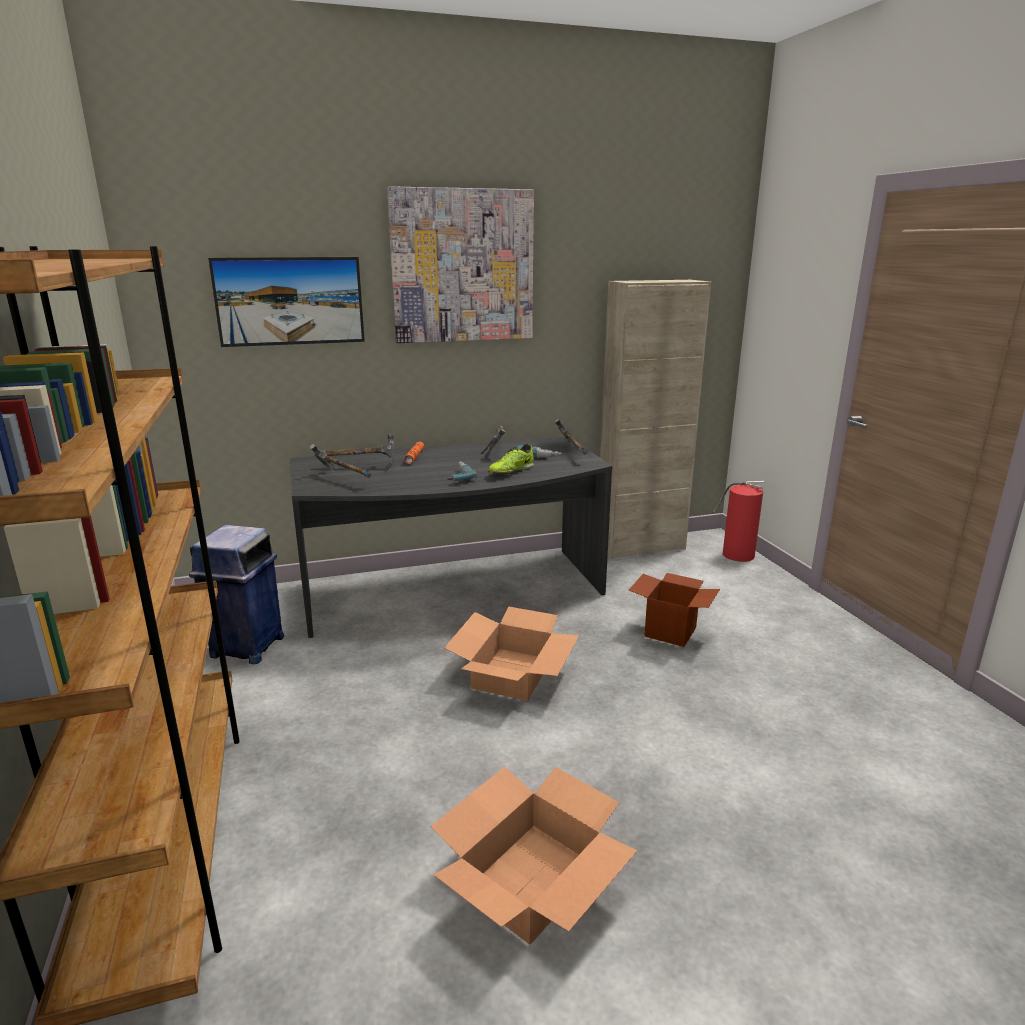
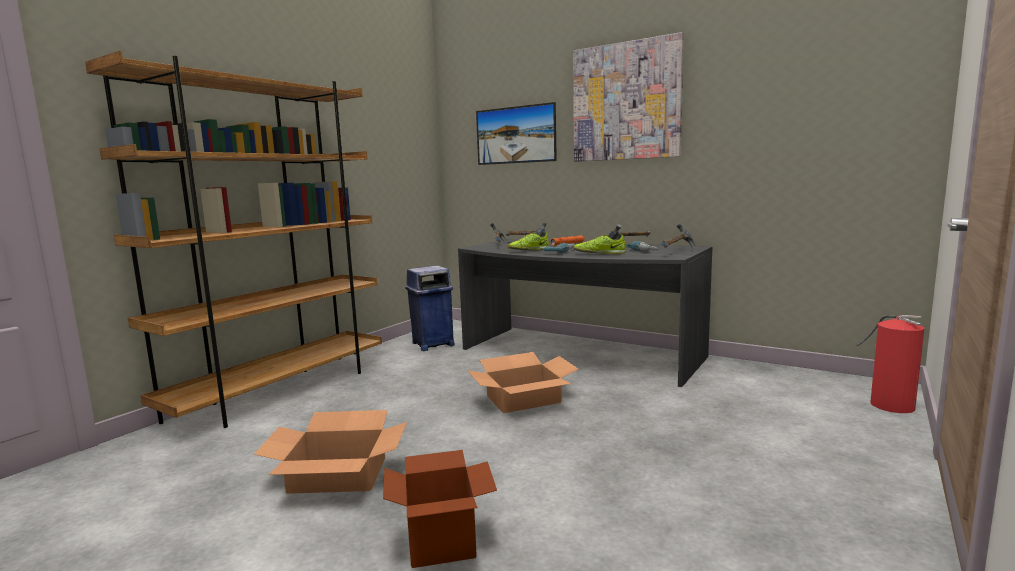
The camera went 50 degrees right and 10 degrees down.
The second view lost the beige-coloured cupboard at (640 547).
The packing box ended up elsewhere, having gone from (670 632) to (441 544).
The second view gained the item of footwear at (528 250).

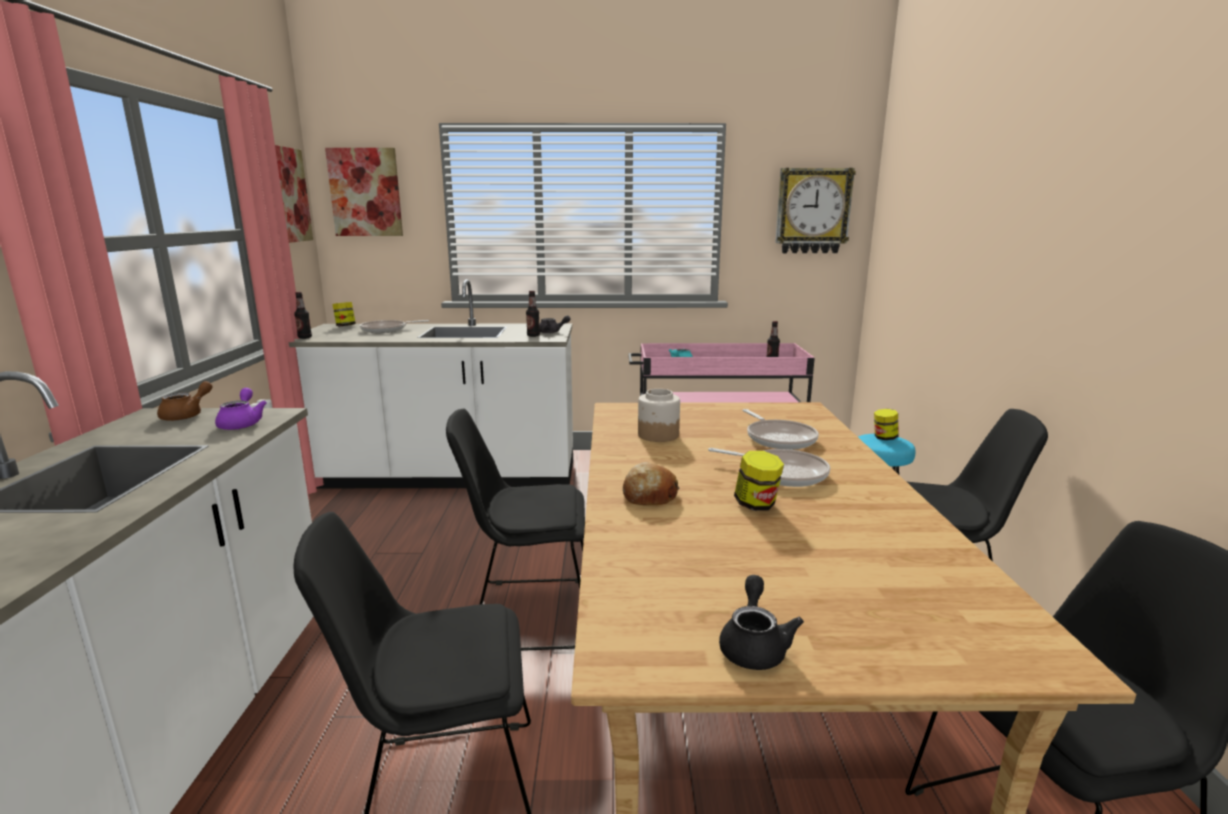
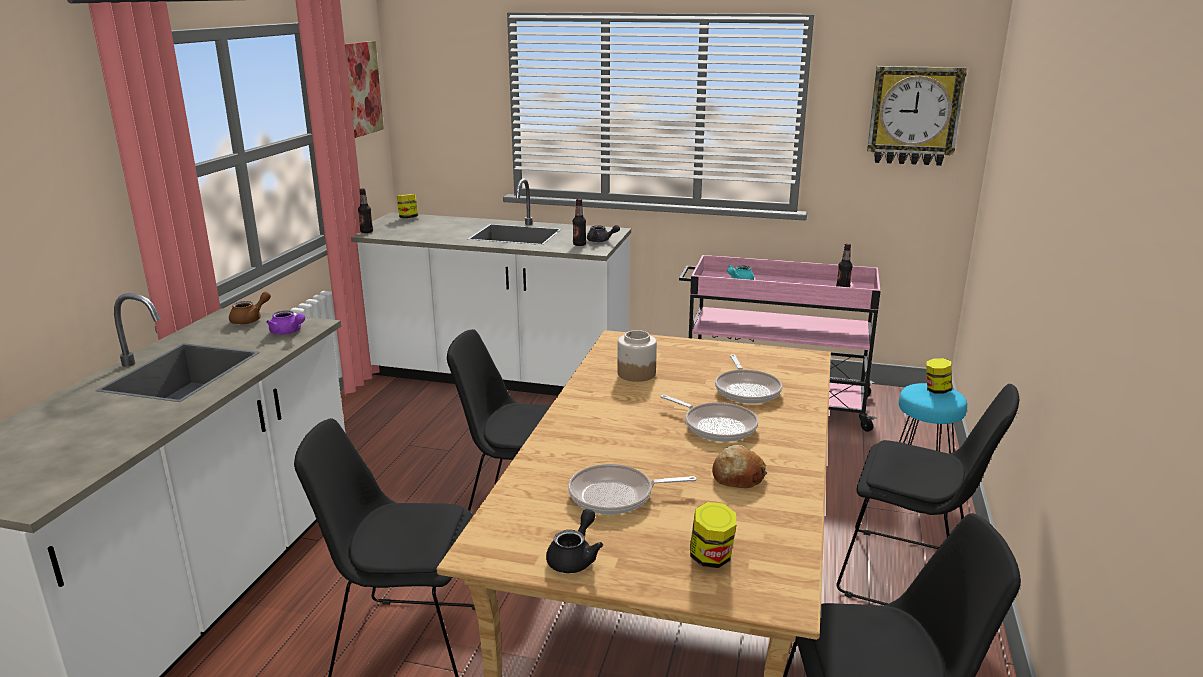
The camera went 15 degrees right and 5 degrees up.
The purple tea pot at (242 423) ended up facing another way, 120 degrees clockwise from before.
The second view lost the picture at (365 192).
The pan ended up elsewhere, having gone from (386 330) to (616 496).
The bread ended up elsewhere, having gone from (649 495) to (737 476).
The jar ended up elsewhere, having gone from (756 505) to (711 558).

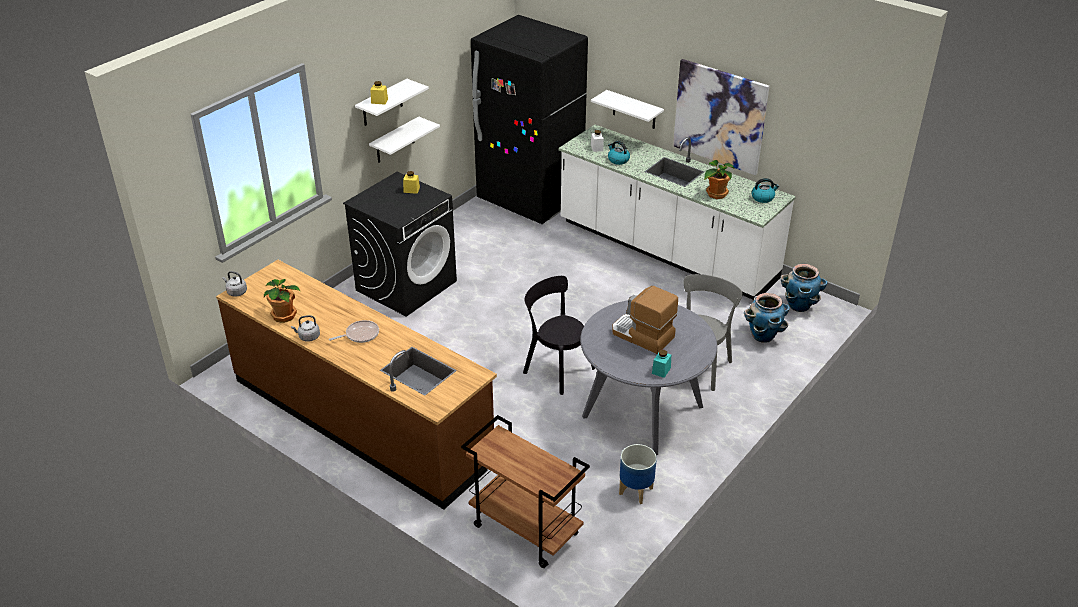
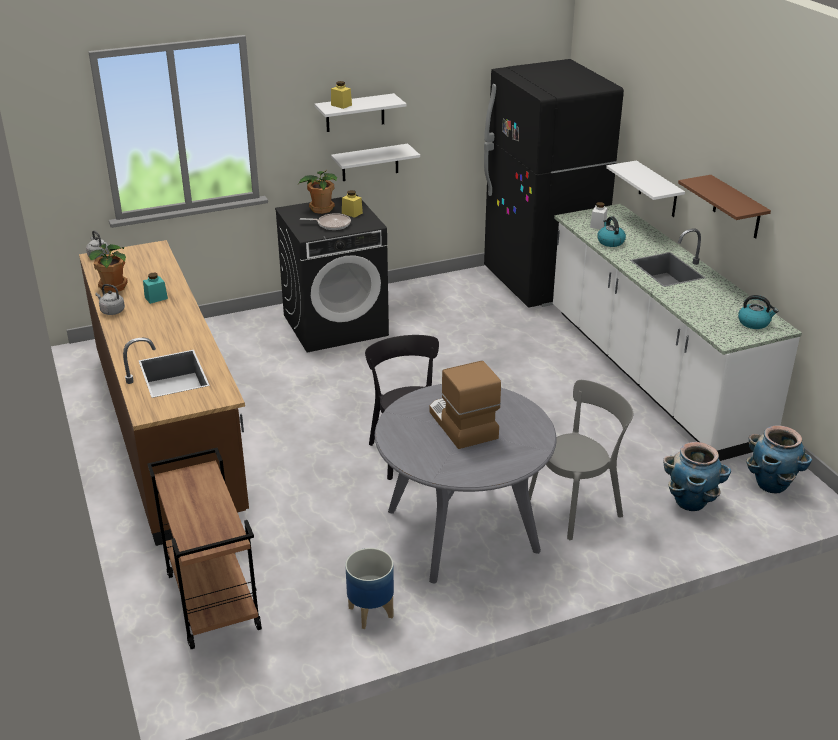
The camera went 30 degrees right and 5 degrees down.
The pan ended up elsewhere, having gone from (360 334) to (332 224).
The turquoise jar ended up elsewhere, having gone from (661 370) to (156 298).
Where the picture hung at (720 116), the brown wall shelf came to hang at (737 208).
The plant in a pot ended up elsewhere, having gone from (716 194) to (321 209).

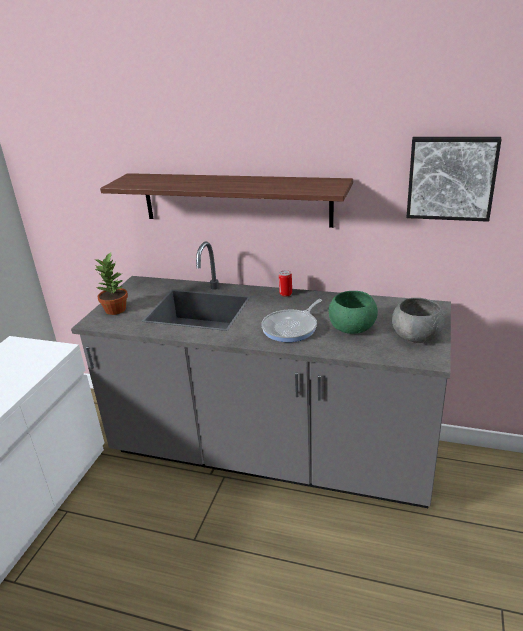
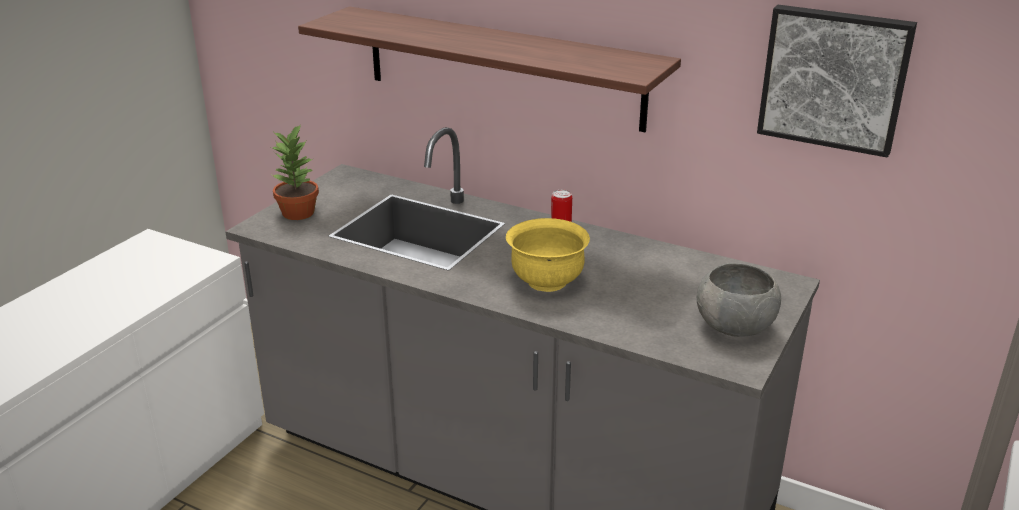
The camera went 10 degrees right and 0 degrees up.
Where the pan stood at (292 328), the yellow-coloured bowl came to stand at (547 281).
The second view lost the greenish bowl at (351 328).

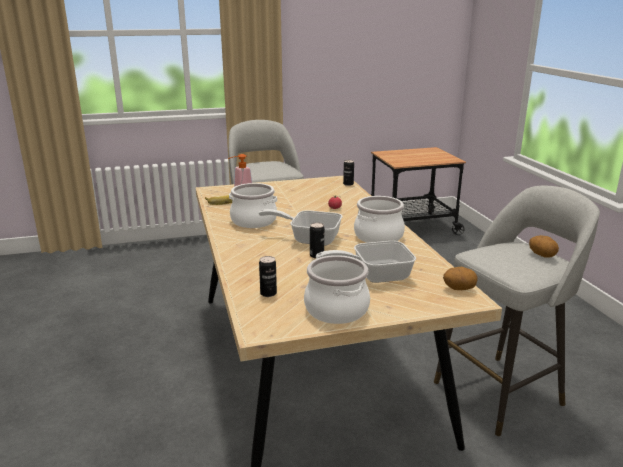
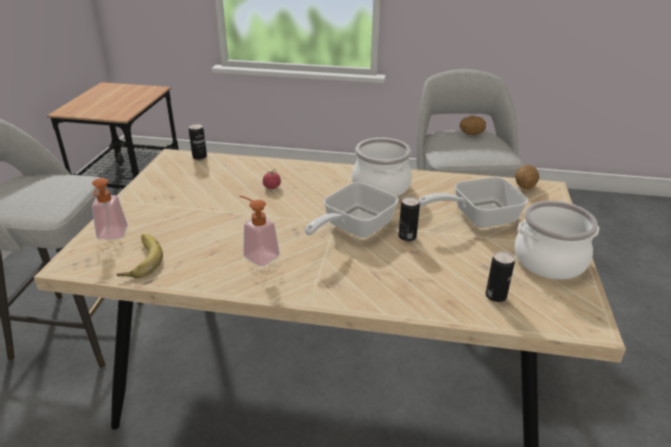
The camera went 65 degrees left and 10 degrees up.
Where the saucepot stood at (253 221), the soap dispenser came to stand at (257 254).
The pan at (374 275) ended up facing another way, 60 degrees clockwise from before.

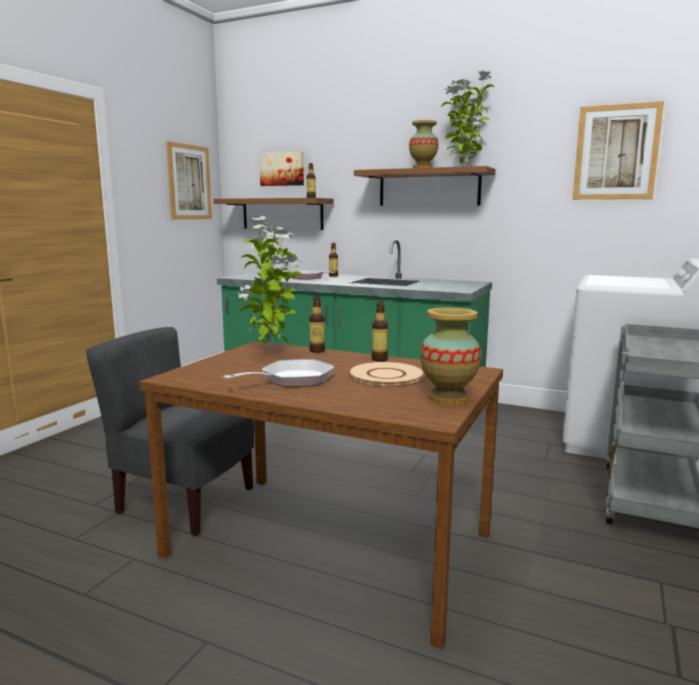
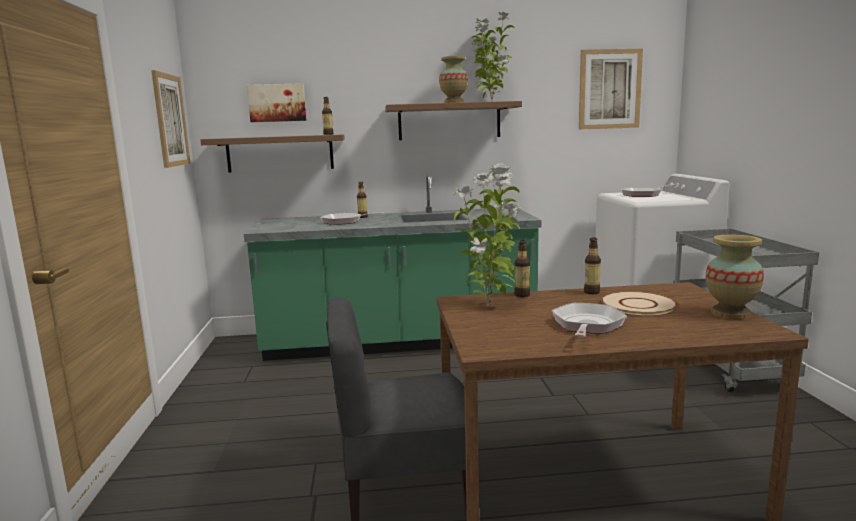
The camera went 30 degrees left and 0 degrees up.
The second view gained the pan at (644 195).

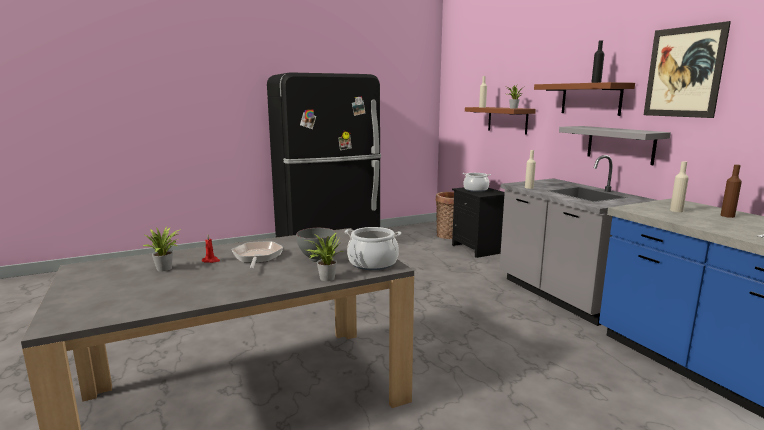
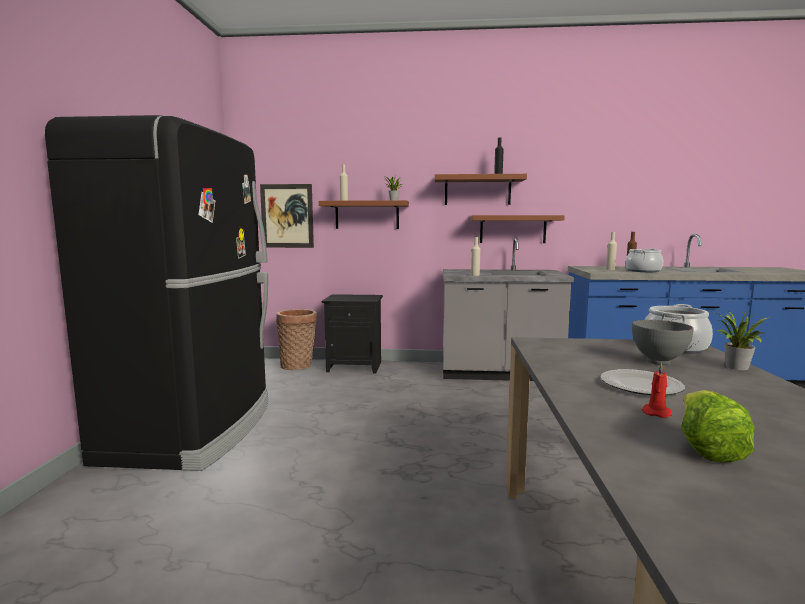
The camera went 60 degrees left and 5 degrees down.
Where the plant in a pot stood at (166 268), the lettuce came to stand at (706 448).
Where the pan stood at (257 257), the plate came to stand at (641 386).
The saucepot ended up elsewhere, having gone from (475 189) to (643 271).
What was the gray wall shelf at (620 144) turned into the brown wall shelf at (512 229).
The picture ended up elsewhere, having gone from (683 72) to (287 216).

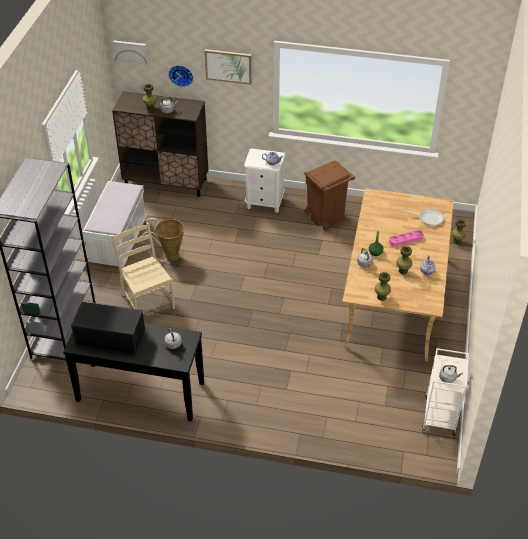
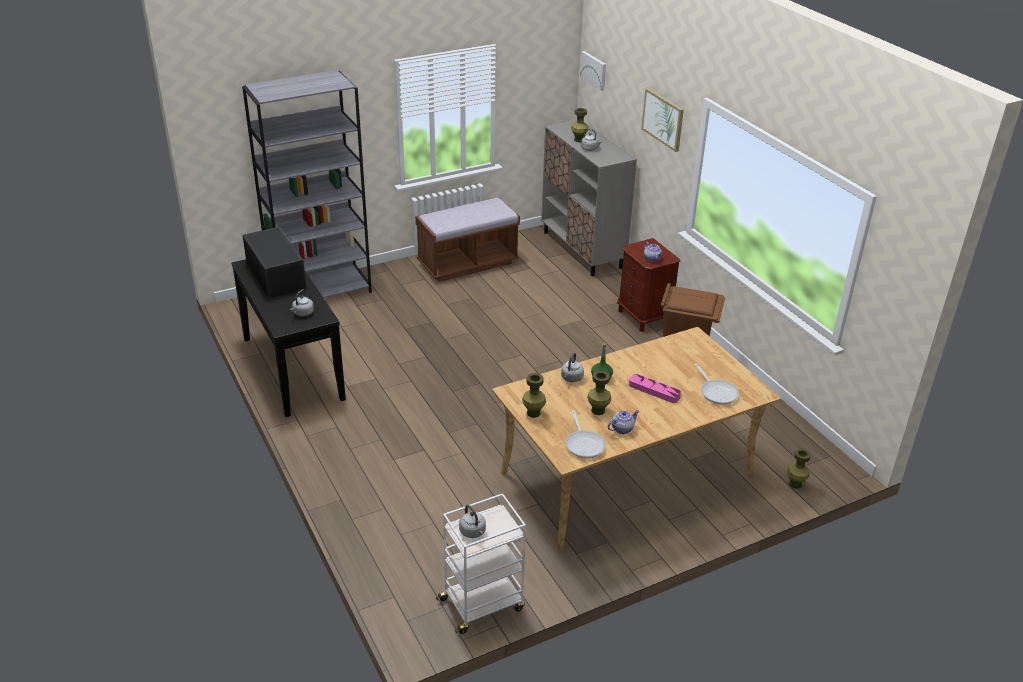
The camera went 50 degrees right and 10 degrees down.
What was the whitish indoor bench at (118 241) turned into the brown indoor bench at (467 264).
What was the brown cupboard at (166 182) turned into the gray cupboard at (582 250).
The second view lost the beige-coloured upright chair at (147 301).
The second view lost the household basket at (168 256).
The second view lost the wall clock at (181 75).
What was the whitish nightstand at (264 202) turned into the brown nightstand at (643 317).
The second view gained the pan at (584 444).

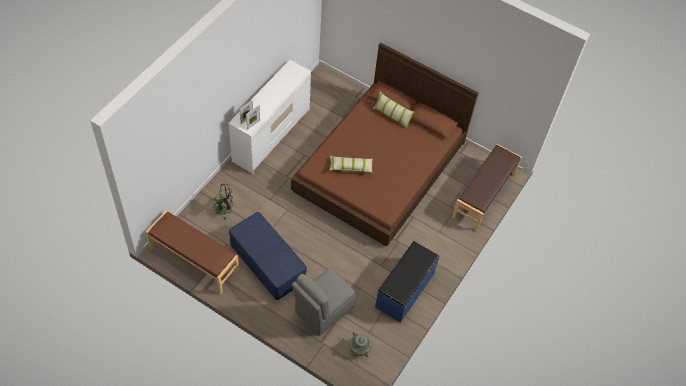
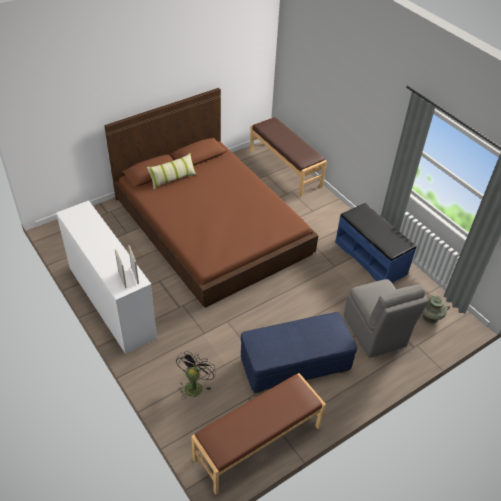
The camera went 65 degrees left and 10 degrees down.
The second view lost the throw pillow at (351 167).

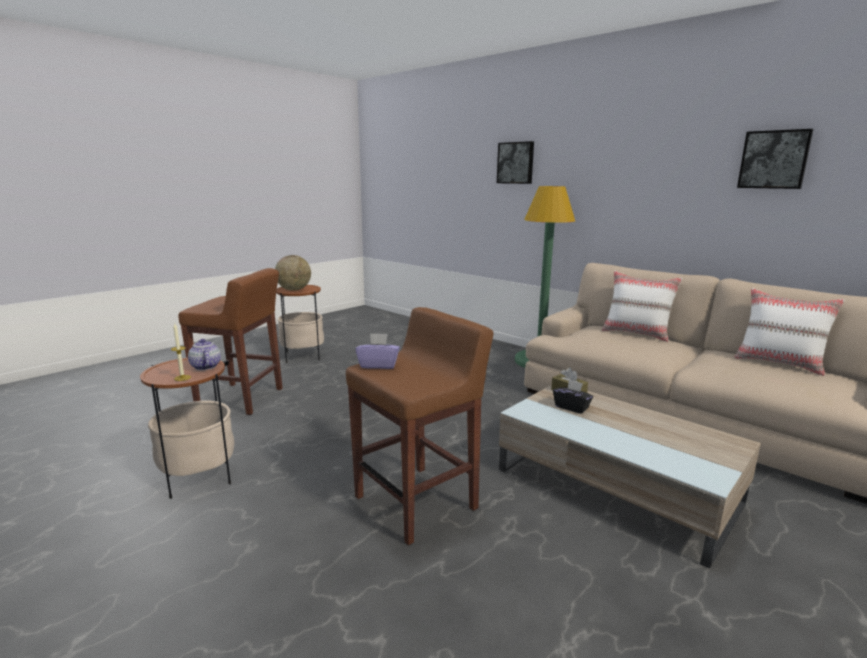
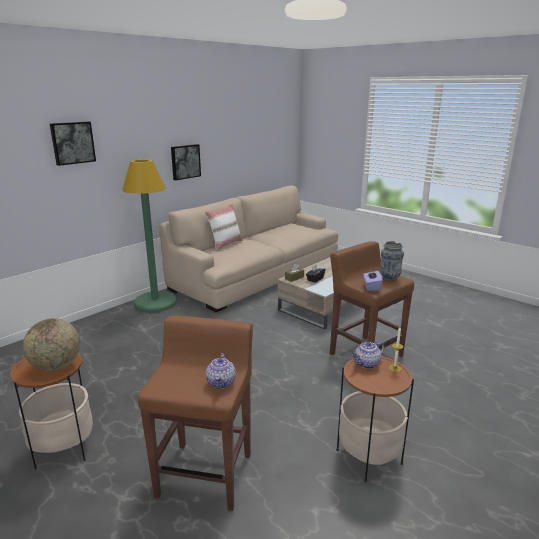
The camera went 90 degrees left and 5 degrees up.
The second view lost the whitish throw pillow at (779 363).
The picture ended up elsewhere, having gone from (774 159) to (185 161).
The second view gained the tea pot at (221 382).
The second view gained the flower vase at (389 278).

